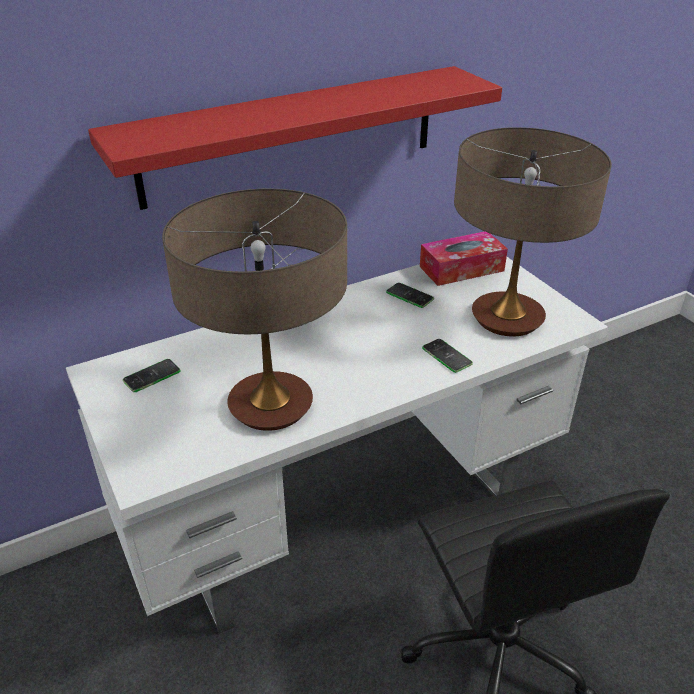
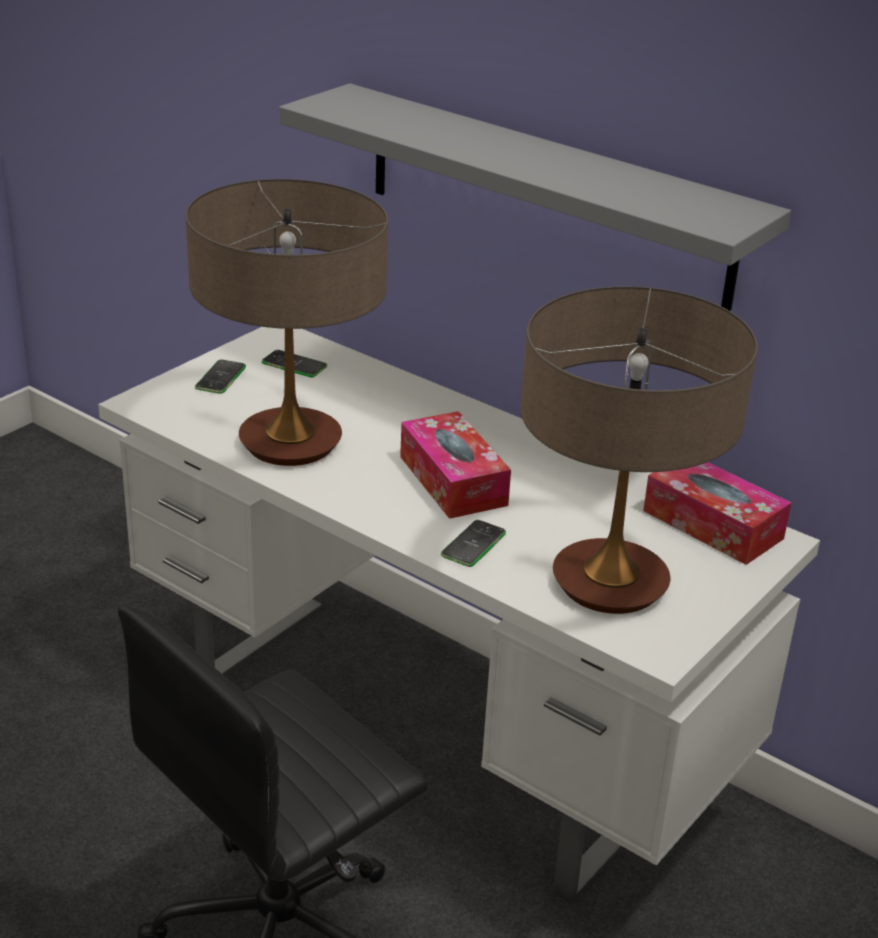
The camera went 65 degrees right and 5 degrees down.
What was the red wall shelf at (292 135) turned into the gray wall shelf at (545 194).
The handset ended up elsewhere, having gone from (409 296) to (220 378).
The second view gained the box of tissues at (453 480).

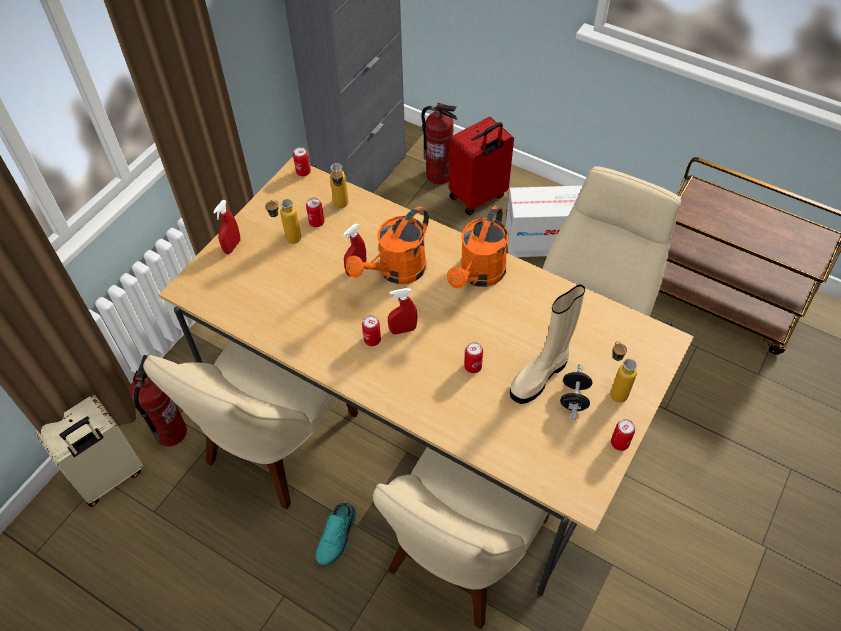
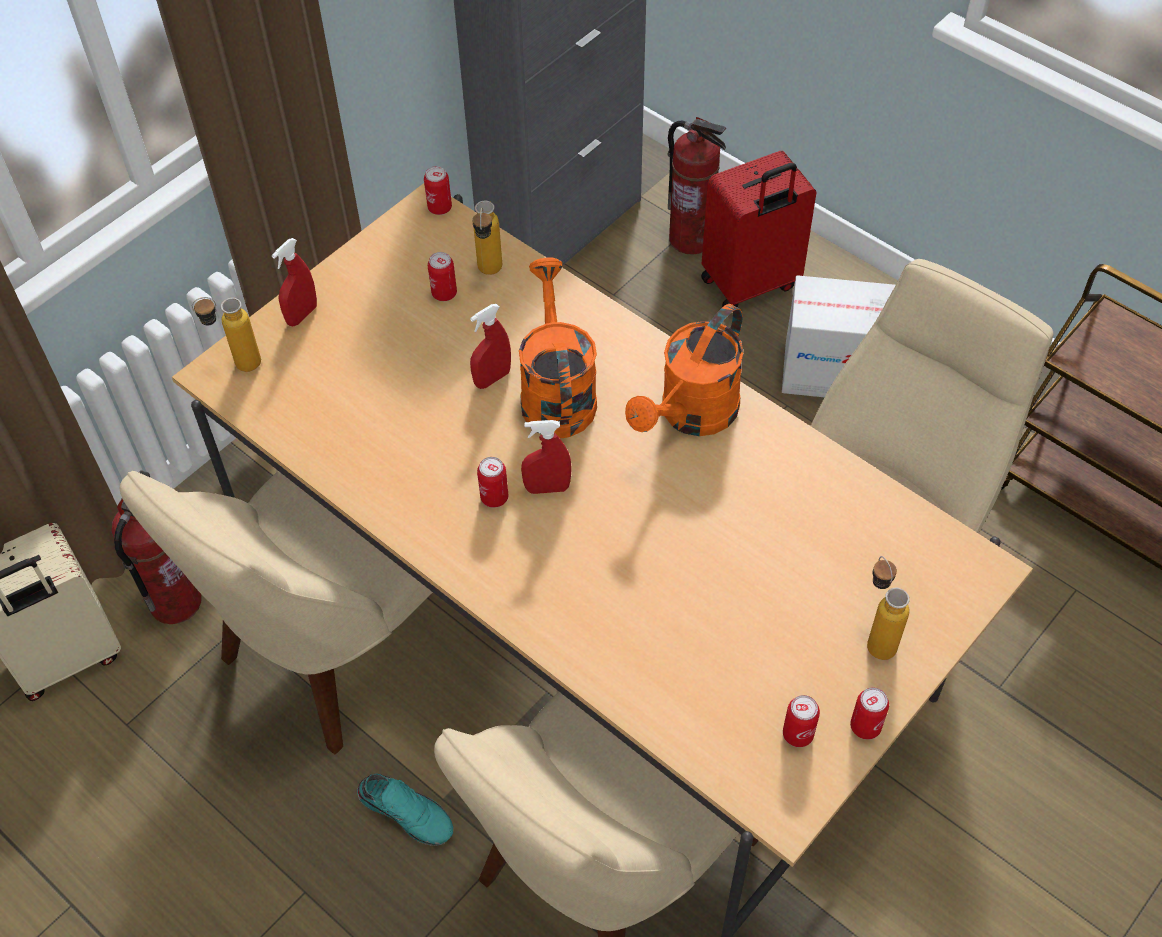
The camera went 10 degrees right and 0 degrees up.
The beverage bottle ended up elsewhere, having gone from (287 241) to (237 365).
The turquoise item of footwear at (337 536) ended up facing another way, 90 degrees counterclockwise from before.
The orange-coloured sprinkling can at (396 272) ended up facing another way, 120 degrees clockwise from before.
The metal can ended up elsewhere, having gone from (473 367) to (798 734).
The second view lost the beige-coloured high-top boot at (540 375).
The second view lost the black-coloured hand weight at (574 398).

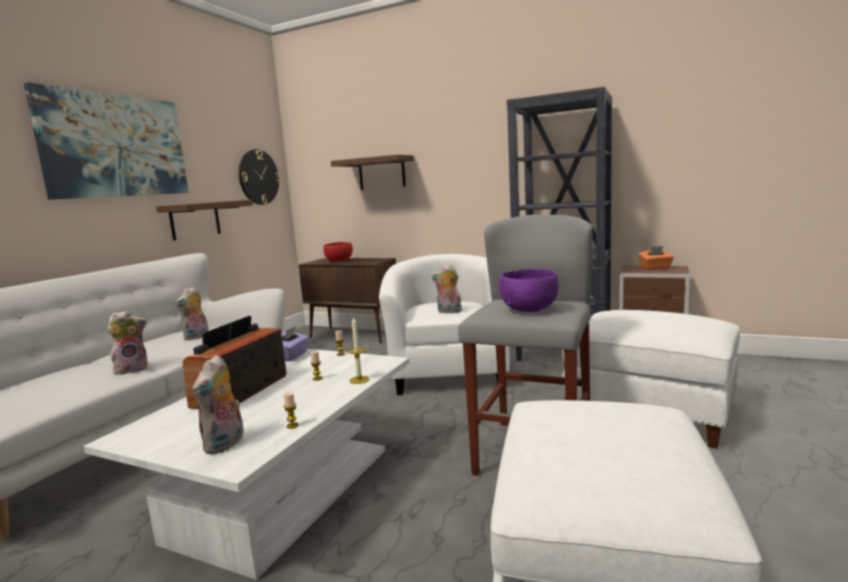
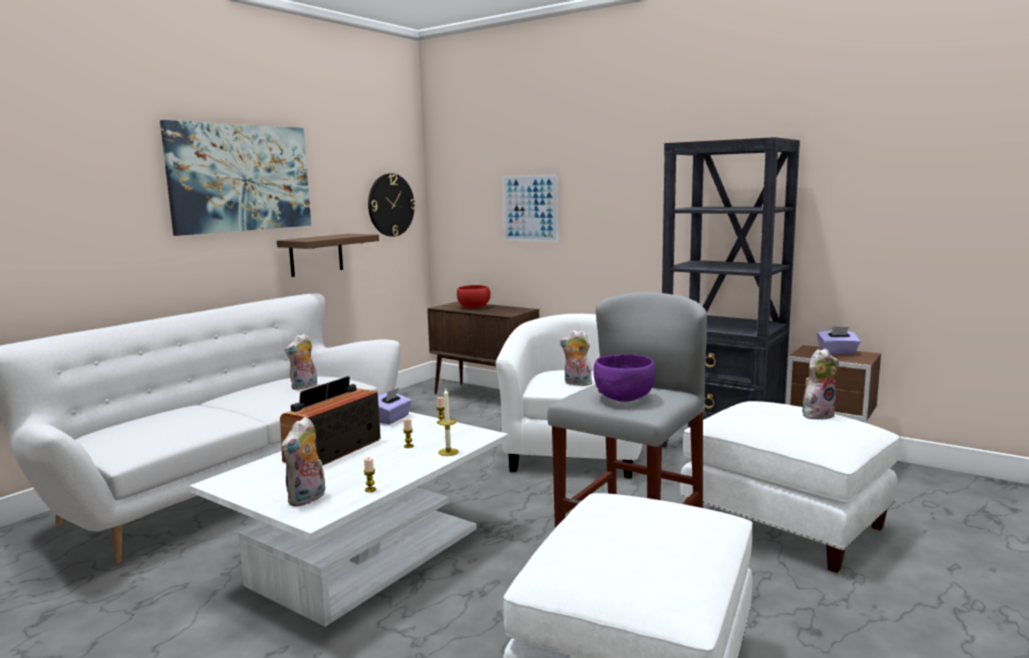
The camera went 10 degrees right and 0 degrees up.
The plush toy ended up elsewhere, having gone from (132 369) to (817 414).
Where the brown wall shelf hung at (381 173), the picture came to hang at (530 208).
What was the orange-coloured box of tissues at (655 268) turned into the purple box of tissues at (837 353).

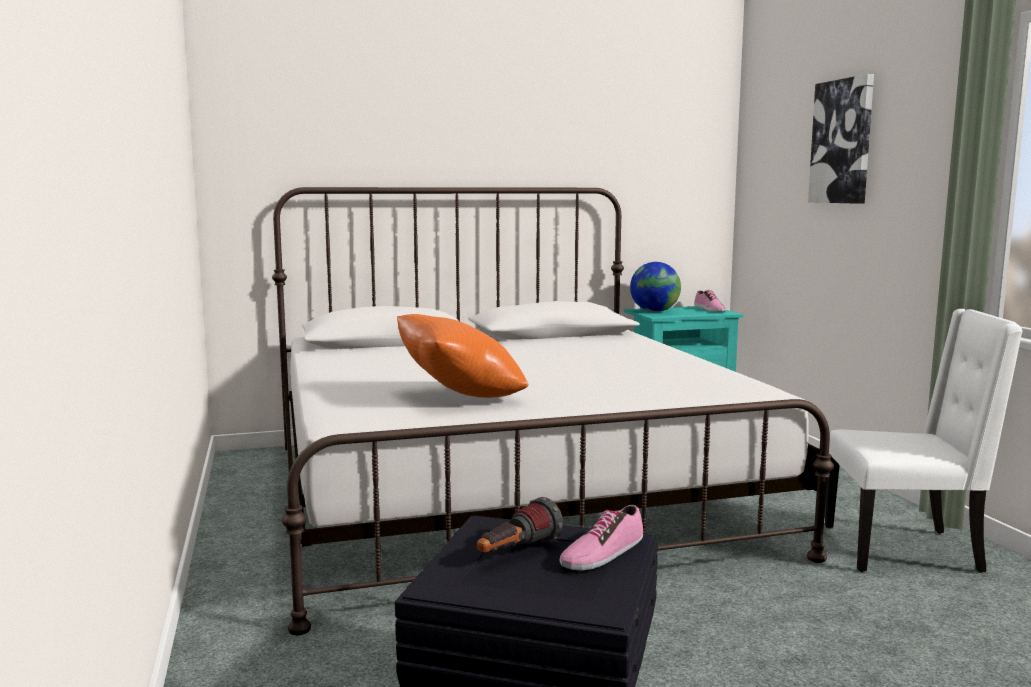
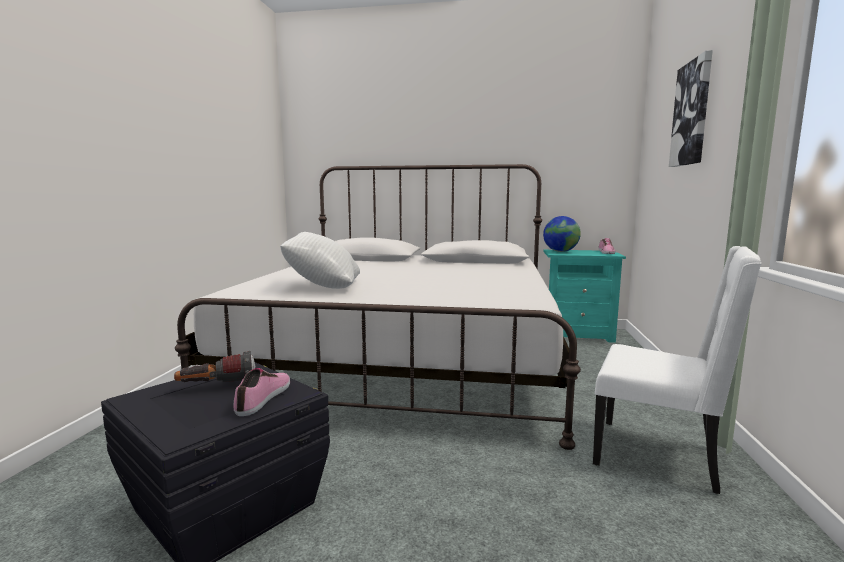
The camera went 25 degrees right and 0 degrees up.
What was the orange-coloured throw pillow at (460 397) turned into the whitish throw pillow at (323 287).
The item of footwear at (602 553) ended up facing another way, 120 degrees clockwise from before.

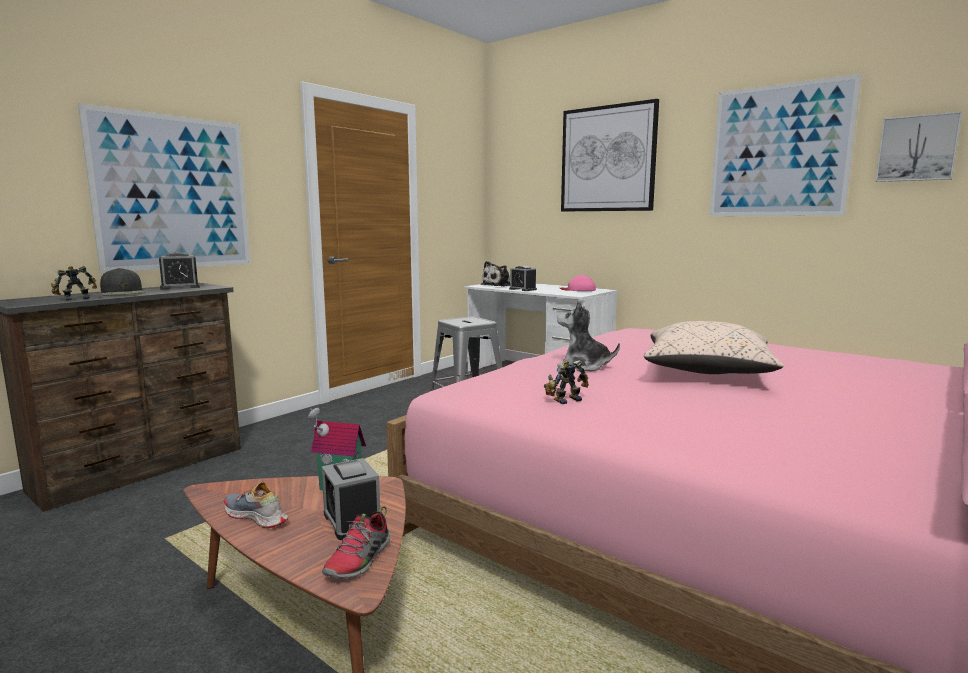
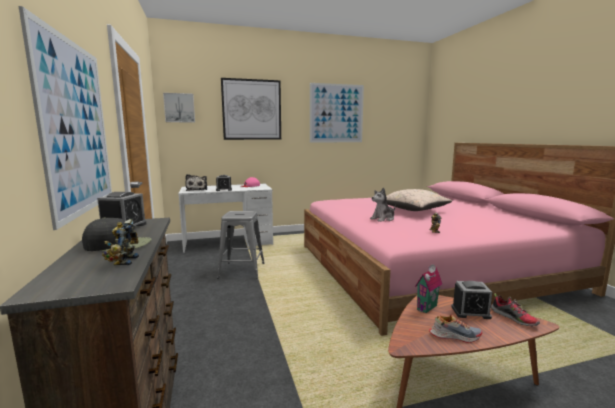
The camera went 55 degrees left and 0 degrees up.
The item of footwear at (256 517) ended up facing another way, 150 degrees counterclockwise from before.
The picture ended up elsewhere, having gone from (917 148) to (179 108).

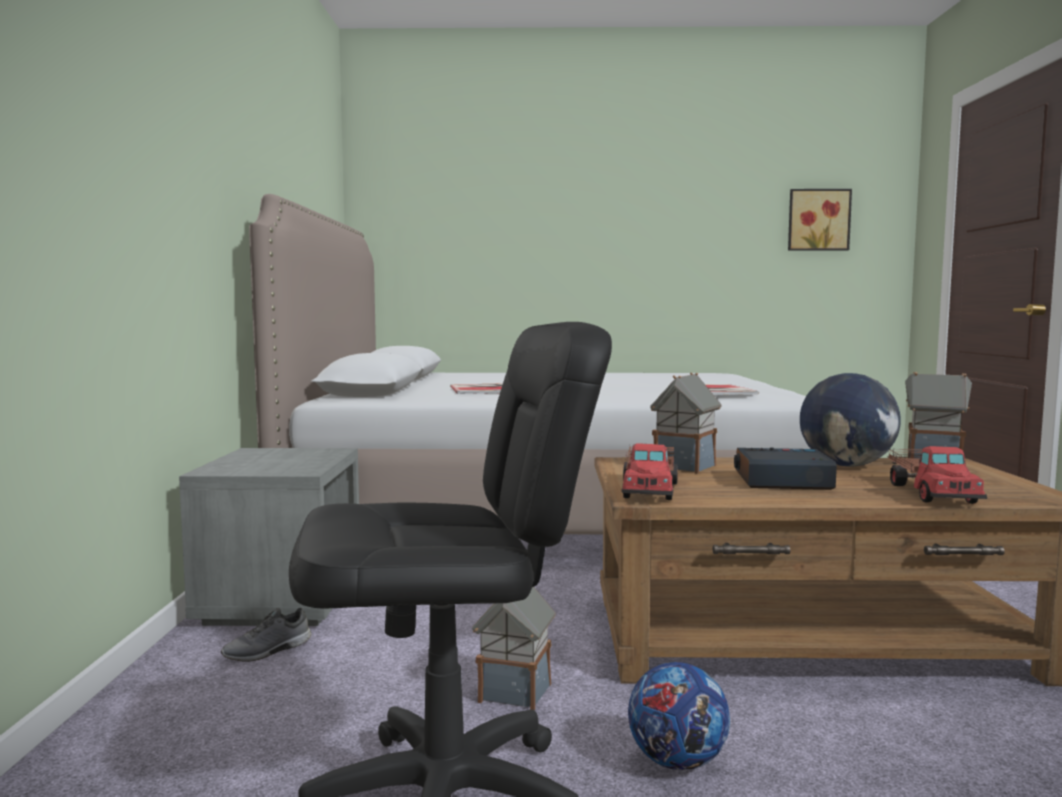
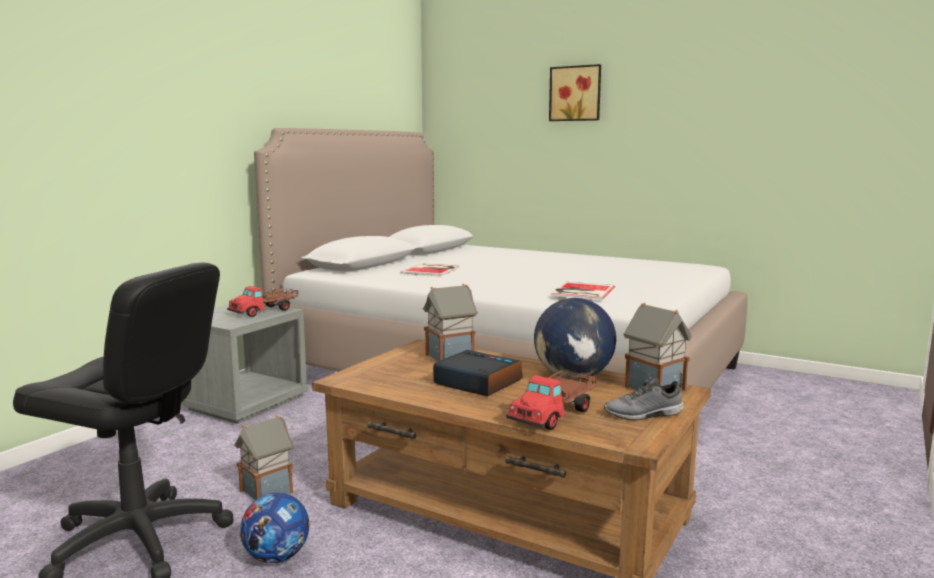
The camera went 30 degrees right and 5 degrees up.
The gray item of footwear ended up elsewhere, having gone from (268 651) to (643 415).
The model truck ended up elsewhere, having gone from (650 489) to (265 311).
The picture ended up elsewhere, having gone from (818 220) to (576 93).

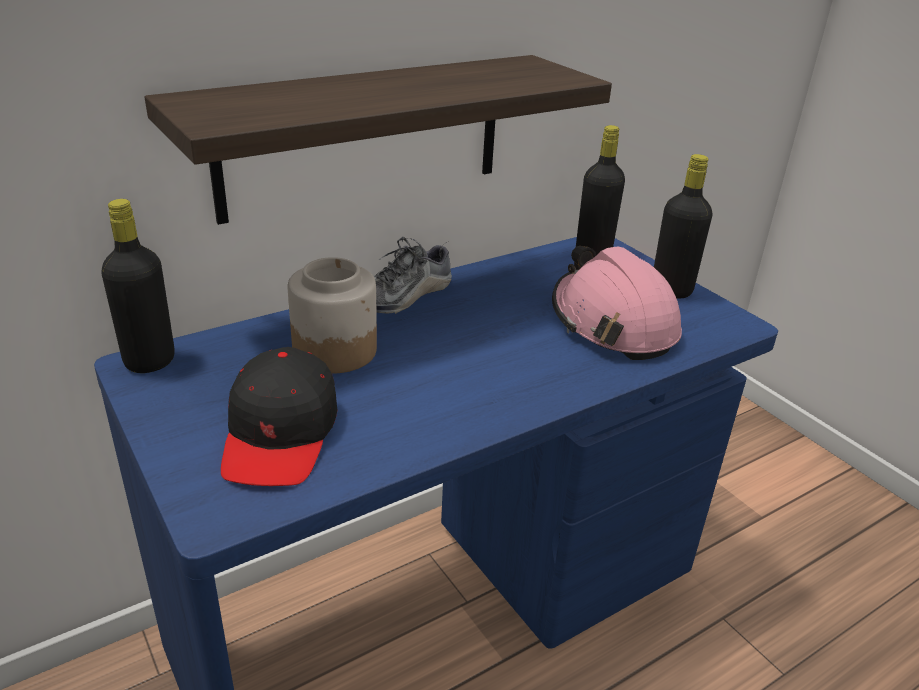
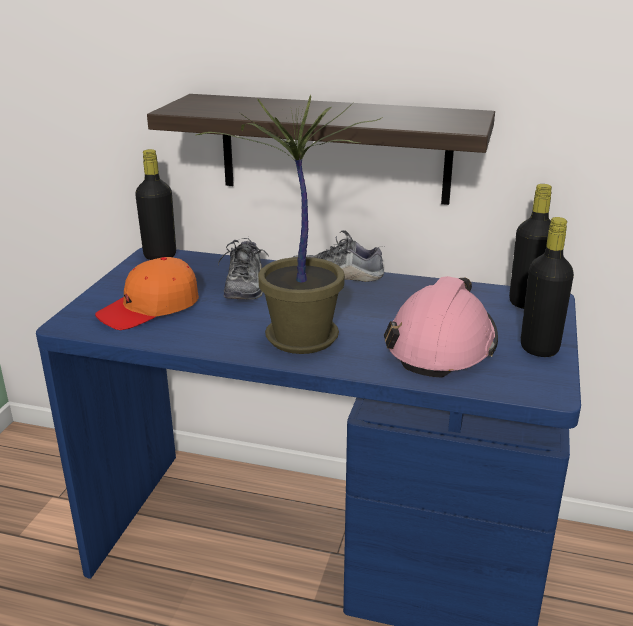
The camera went 50 degrees right and 5 degrees down.
What was the black-coloured baseball cap at (281 434) turned into the orange-coloured baseball cap at (150 308).
Where the jar stood at (335 350), the item of footwear came to stand at (245 286).
The second view gained the plant in a pot at (298 338).

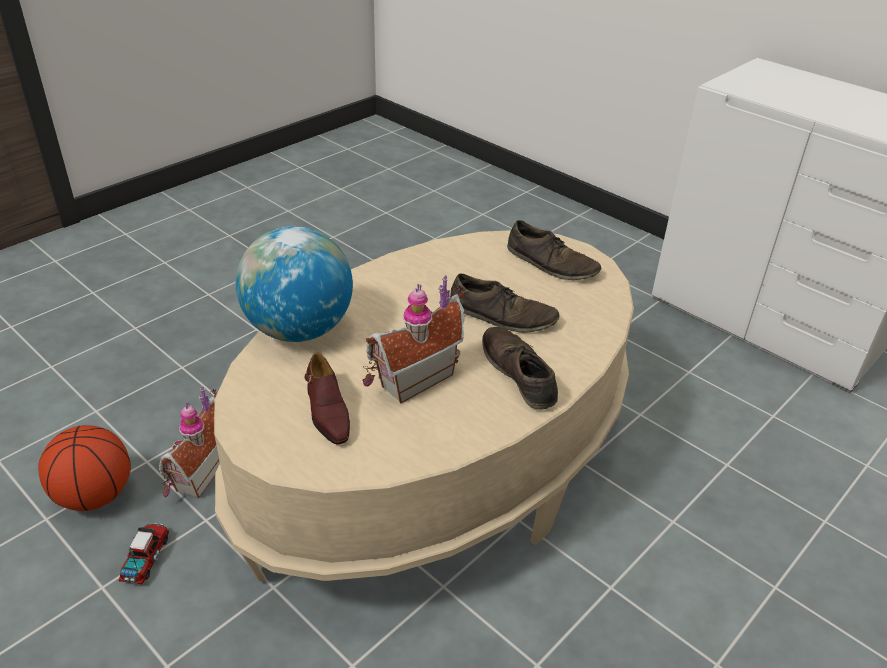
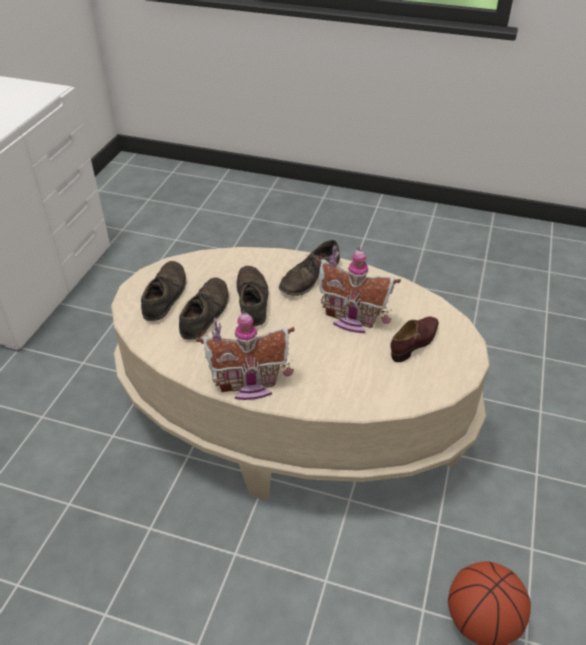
The camera went 115 degrees left and 5 degrees up.
The second view lost the model truck at (146 558).
The toy house ended up elsewhere, having gone from (196 474) to (249 384).
The second view lost the globe at (299 330).
The second view gained the brown item of footwear at (205 313).

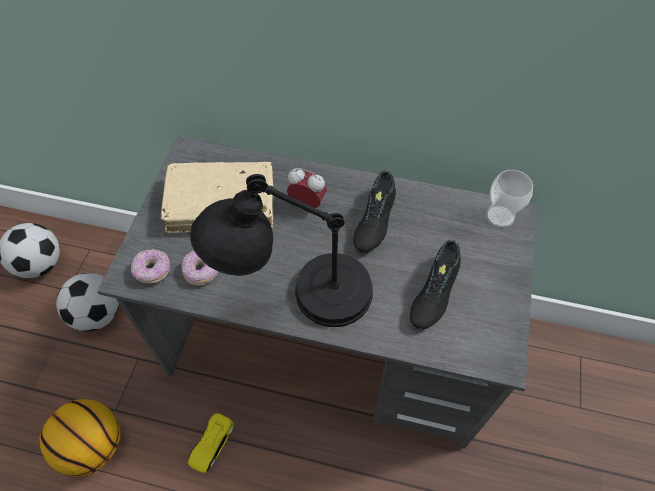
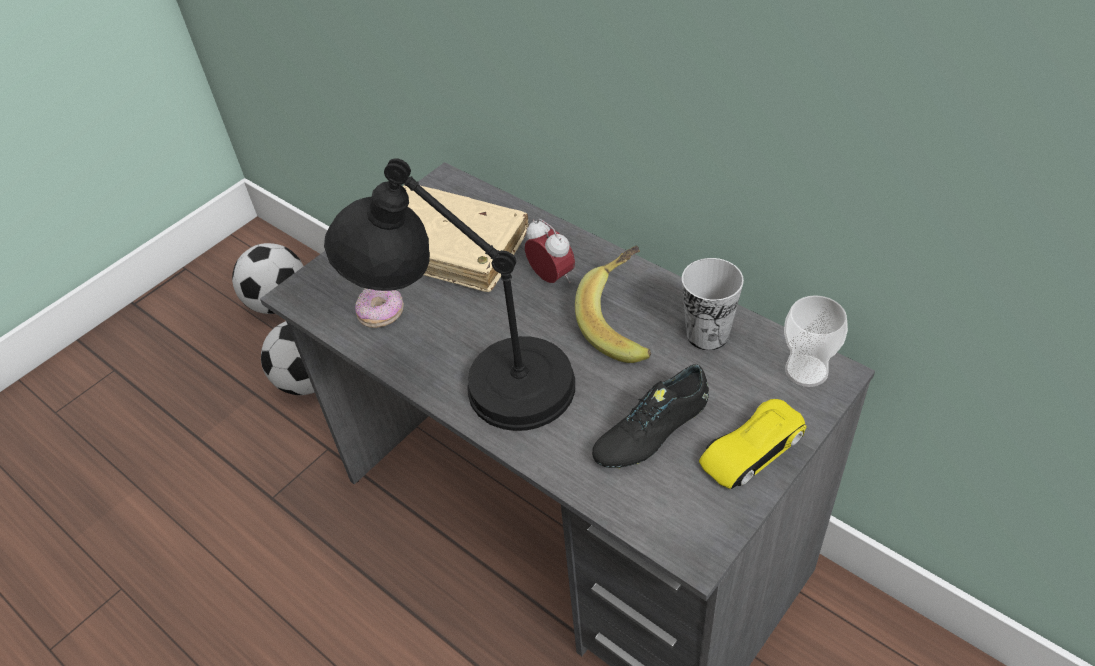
The camera went 30 degrees right and 10 degrees down.
The second view lost the ball for basketball at (93 446).
The second view lost the donut at (153 270).
The yellow-coloured miniature car ended up elsewhere, having gone from (211 444) to (751 449).
Where the black-coloured item of footwear stood at (374 221), the banana came to stand at (625 322).
The second view gained the drinking cup at (707 334).

